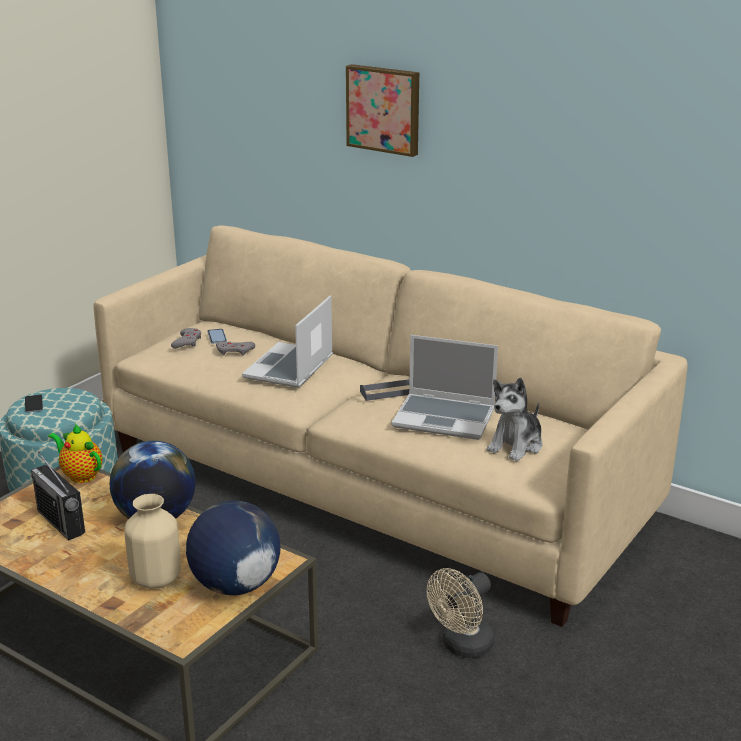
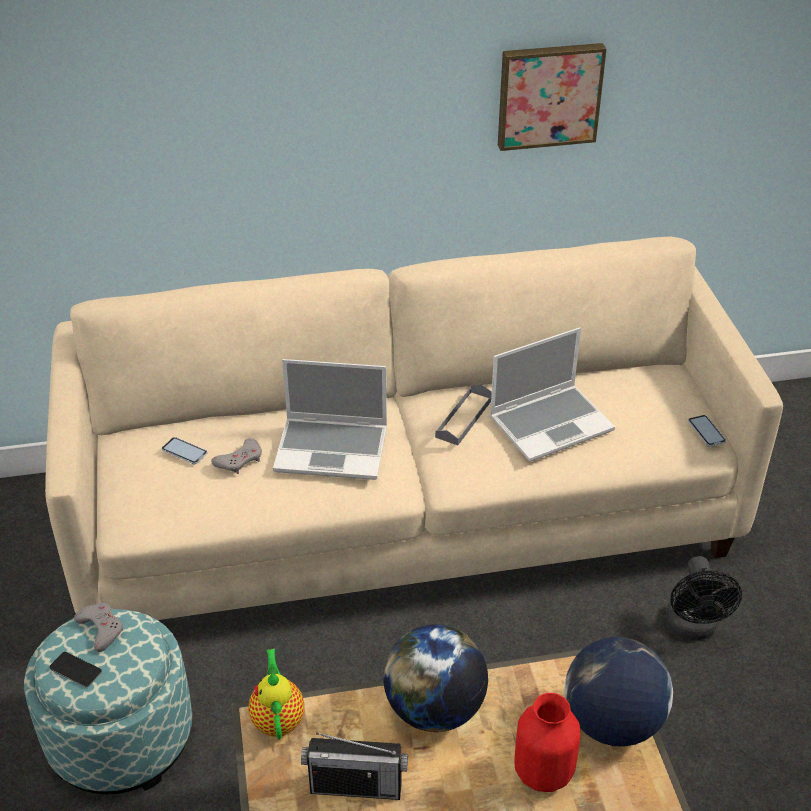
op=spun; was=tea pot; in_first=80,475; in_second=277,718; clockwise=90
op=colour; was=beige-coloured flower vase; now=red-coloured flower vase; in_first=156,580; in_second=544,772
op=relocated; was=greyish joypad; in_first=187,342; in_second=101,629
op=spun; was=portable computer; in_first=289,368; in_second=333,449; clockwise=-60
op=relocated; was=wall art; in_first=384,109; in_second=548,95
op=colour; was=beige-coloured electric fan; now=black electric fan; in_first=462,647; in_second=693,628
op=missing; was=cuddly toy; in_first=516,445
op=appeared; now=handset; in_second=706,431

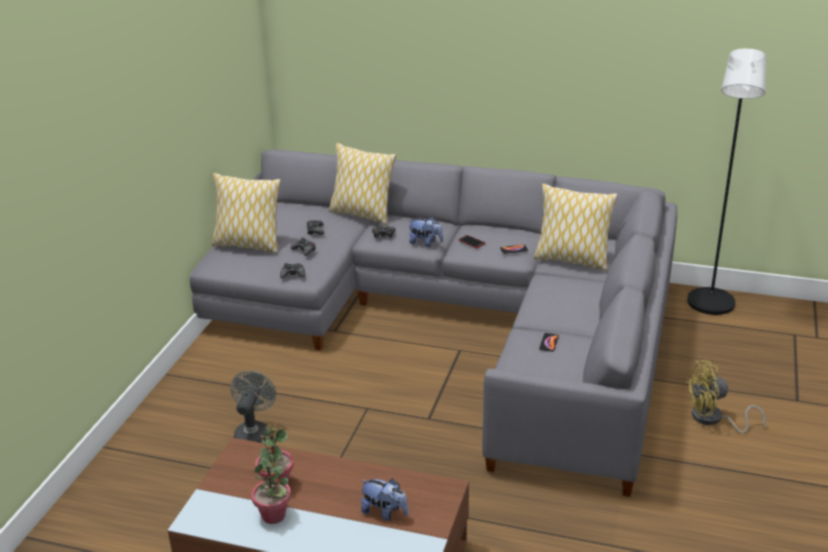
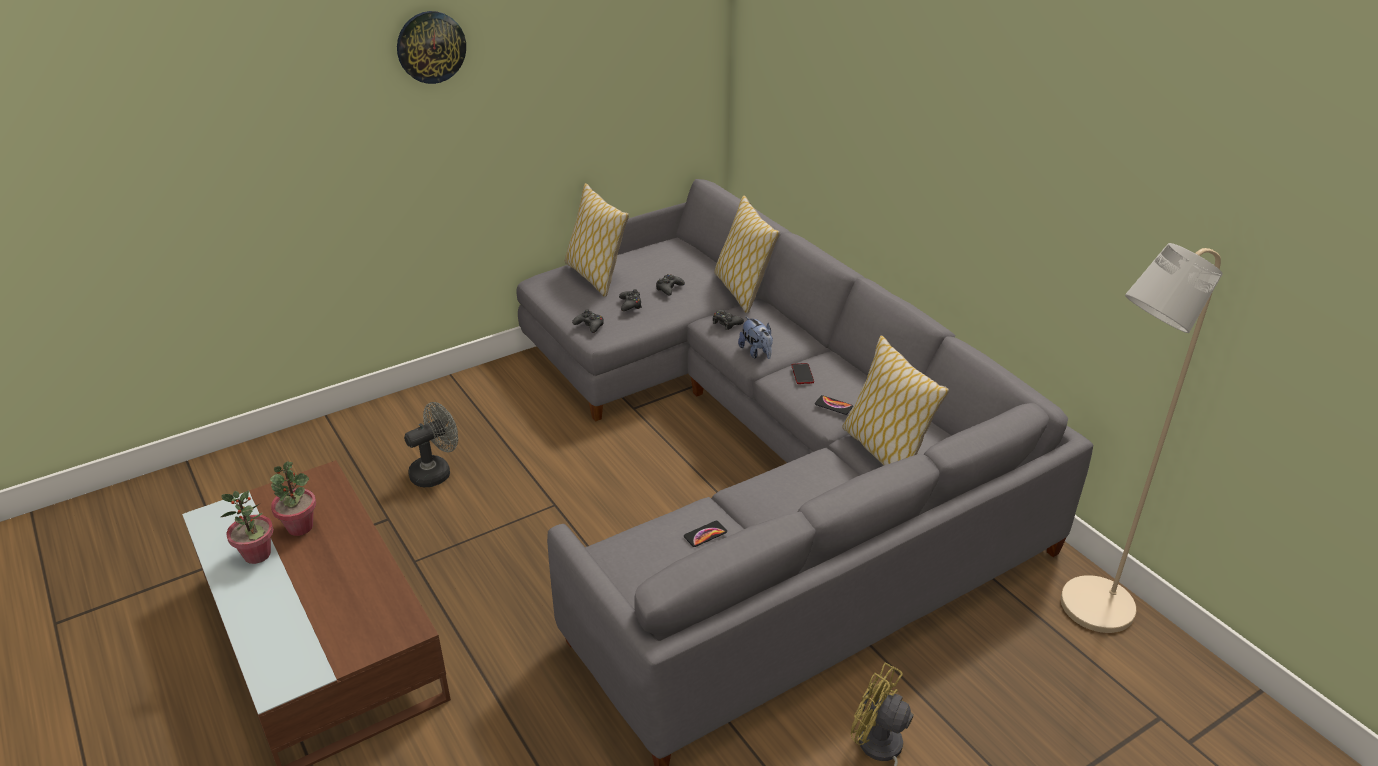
op=missing; was=cuddly toy; in_first=385,512
op=colour; was=black standing lamp; now=beige-coloured standing lamp; in_first=710,307; in_second=1087,611
op=appeared; now=wall clock; in_second=431,47

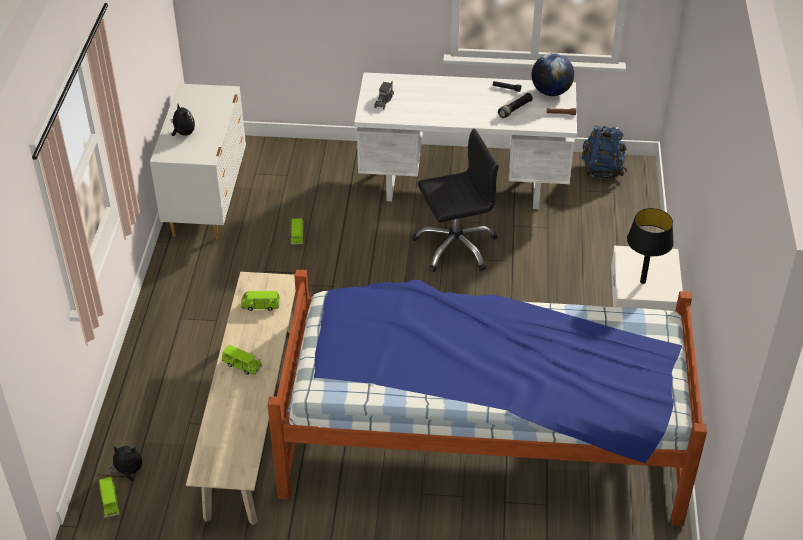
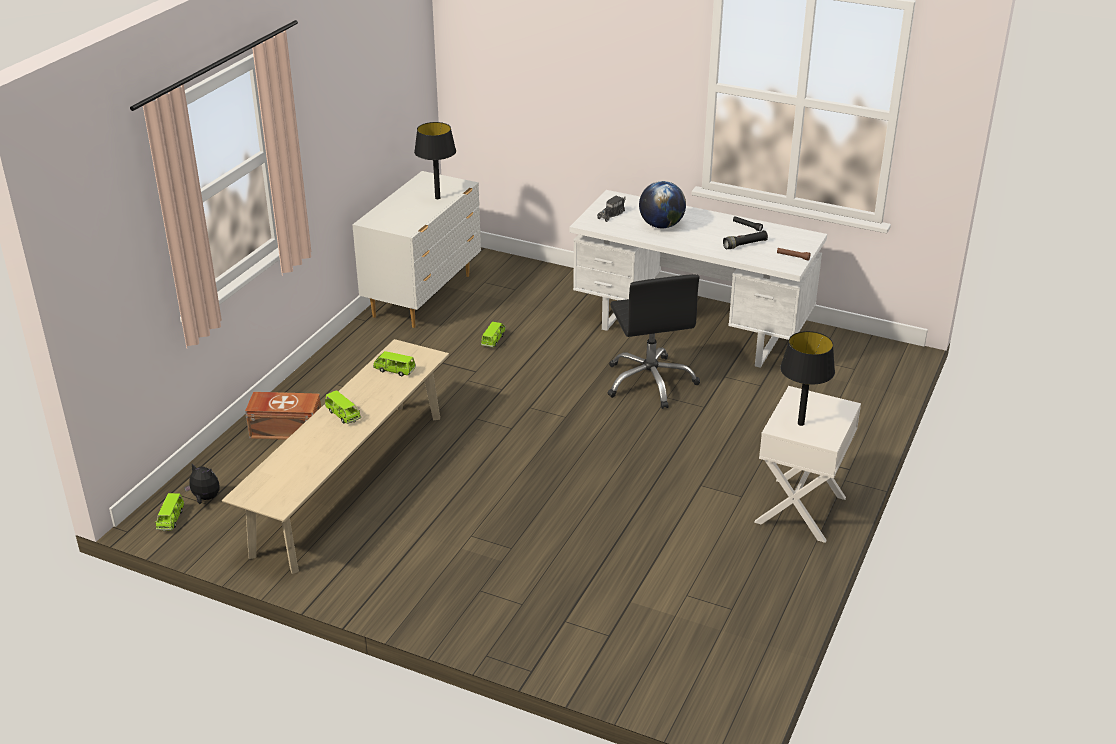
op=missing; was=cuddly toy; in_first=183,133
op=missing; was=bed; in_first=481,438
op=spun; was=black computer chair; in_first=455,246; in_second=650,382; clockwise=75
op=relocated; was=world globe; in_first=551,92; in_second=661,226
op=missing; was=blue rucksack; in_first=602,170
op=appeared; now=brownish storage container; in_second=285,428
op=appeared; now=black lamp for a table; in_second=437,198

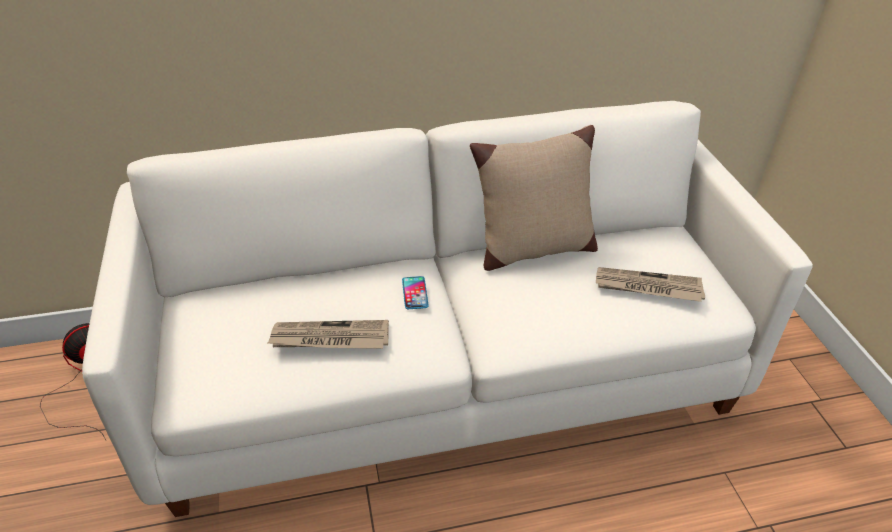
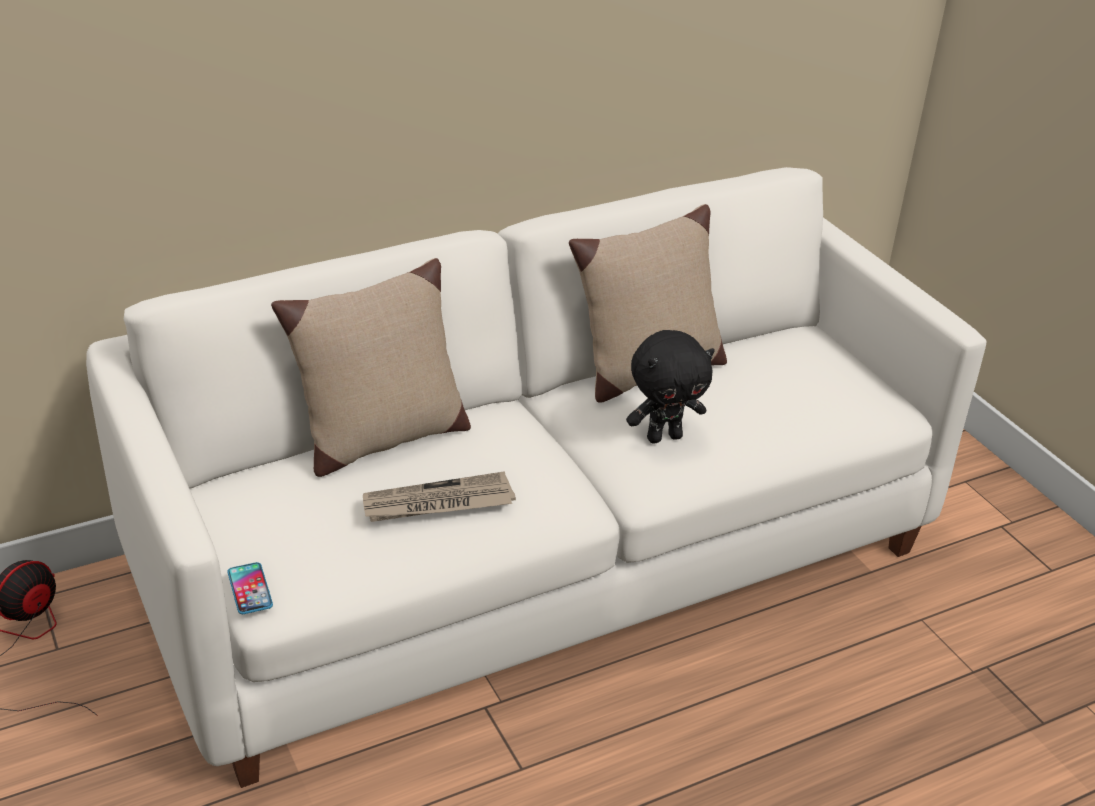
op=relocated; was=handset; in_first=415,293; in_second=250,589
op=missing; was=newspaper; in_first=647,287
op=appeared; now=beige-coloured cushion; in_second=380,439
op=appeared; now=black cuddly toy; in_second=664,437

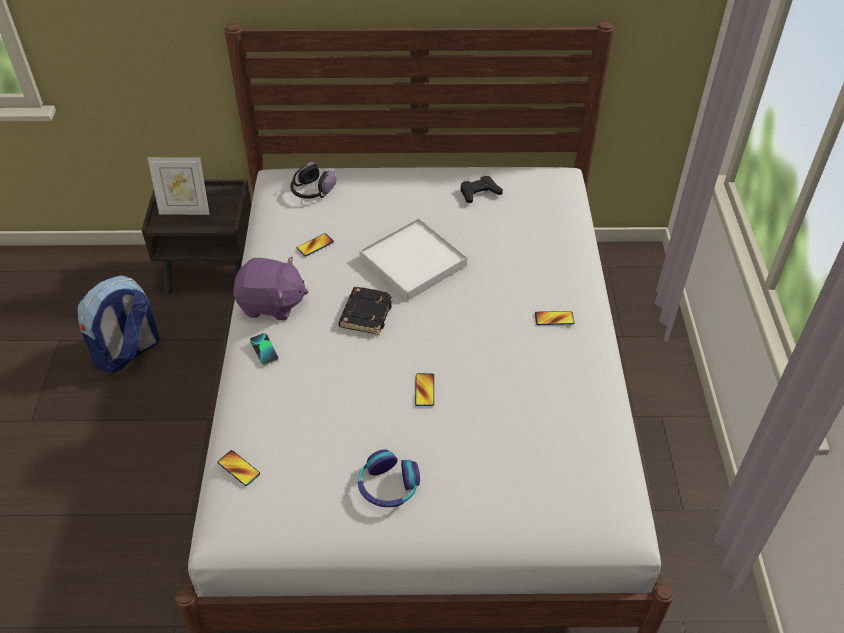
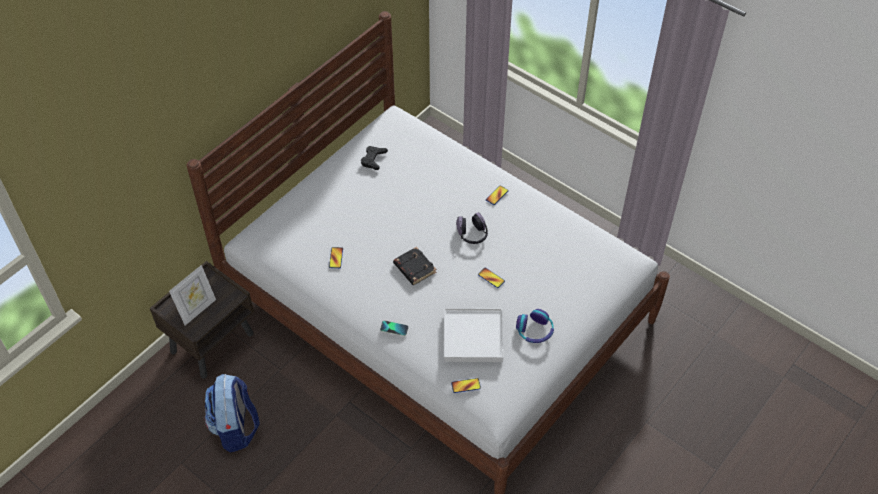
op=missing; was=purplish cuddly toy; in_first=271,304
op=relocated; was=headset; in_first=312,191; in_second=472,234
op=relocated; was=white-coloured tray; in_first=413,262; in_second=473,337

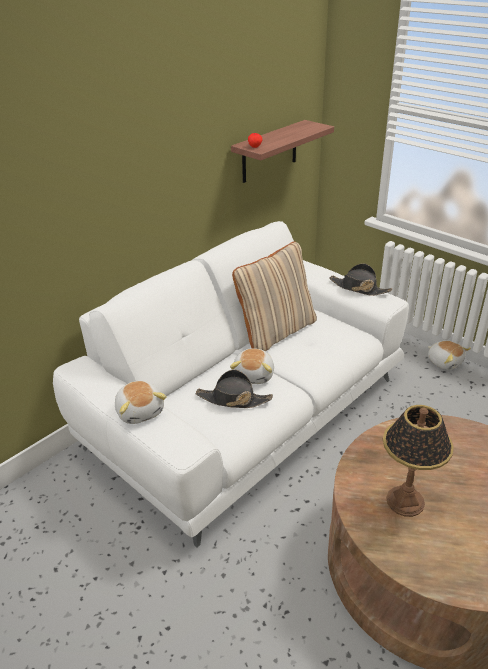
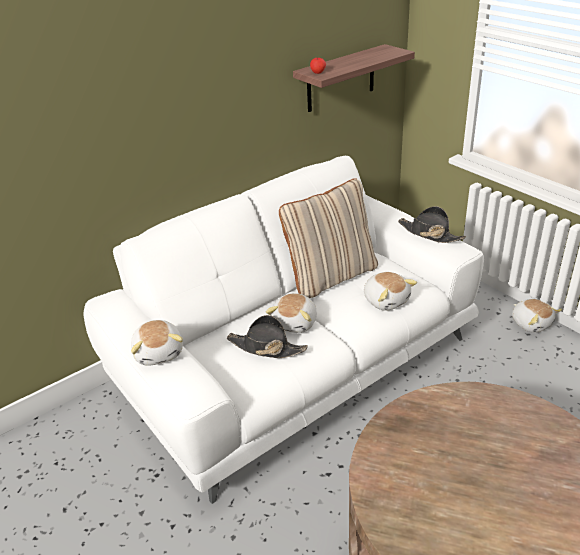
op=missing; was=lamp for a table; in_first=405,501
op=appeared; now=cuddly toy; in_second=386,300

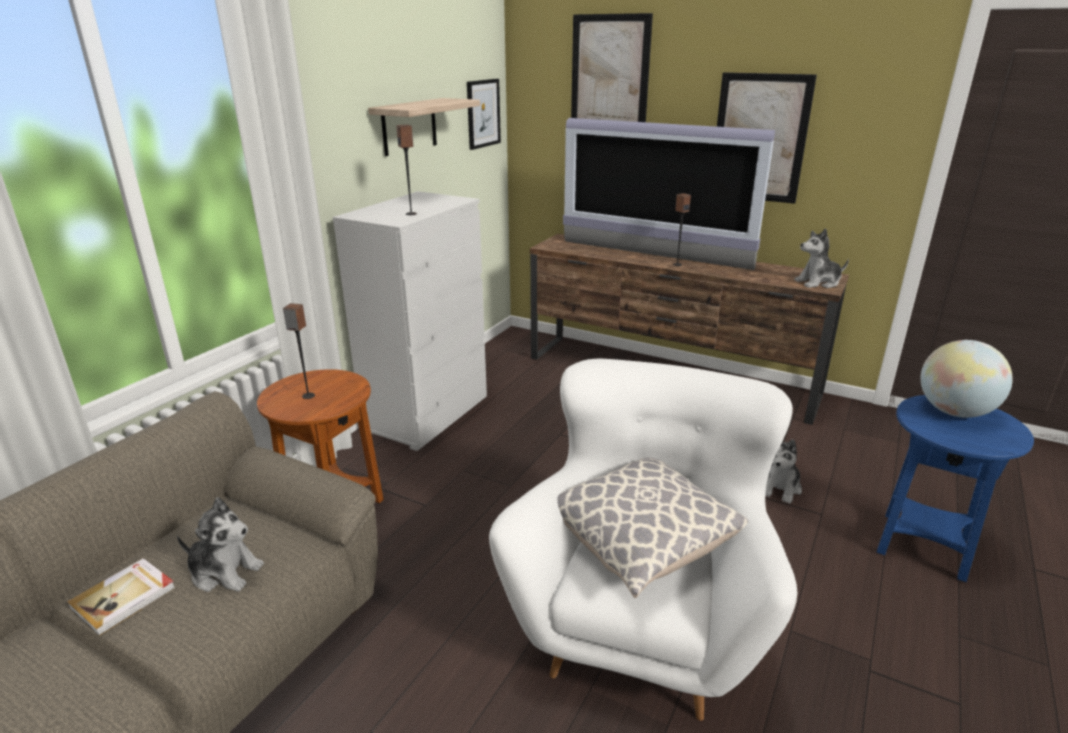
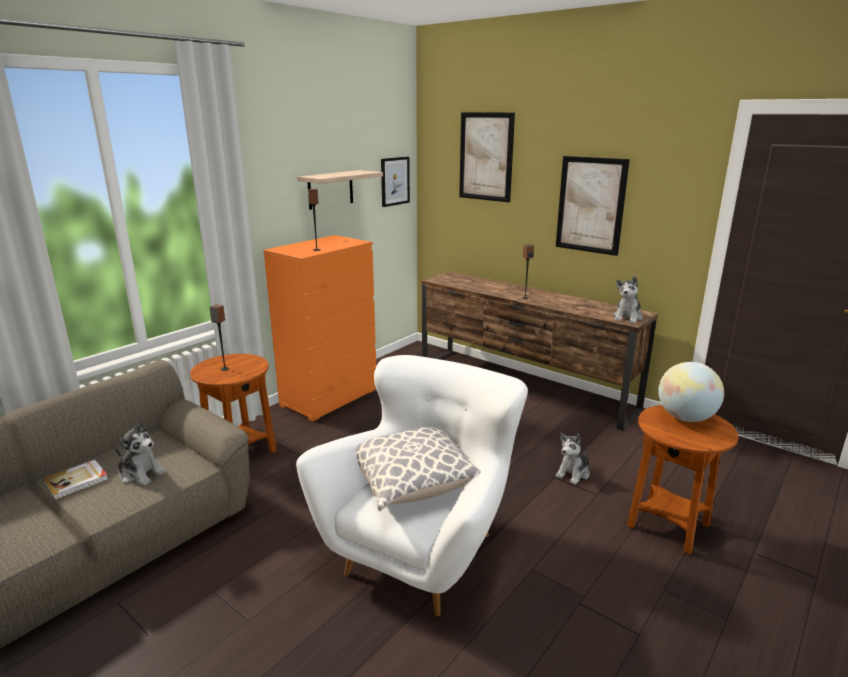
op=colour; was=white-coloured drawer chest; now=orange-coloured drawer chest; in_first=427,415; in_second=330,398
op=missing; was=television; in_first=653,255
op=spun; was=cuddly toy; in_first=818,283; in_second=627,317; clockwise=-60
op=colour; was=blue side table; now=brownish side table; in_first=923,546; in_second=668,526

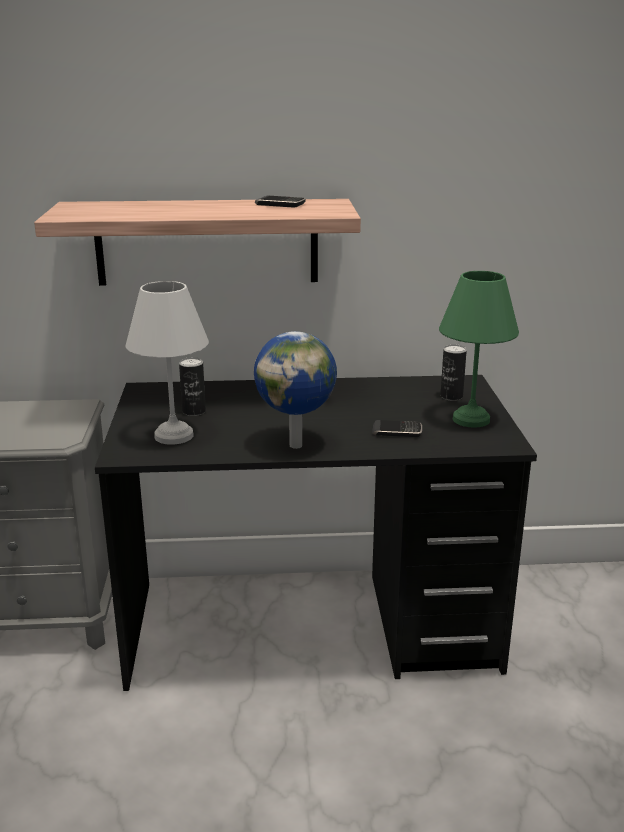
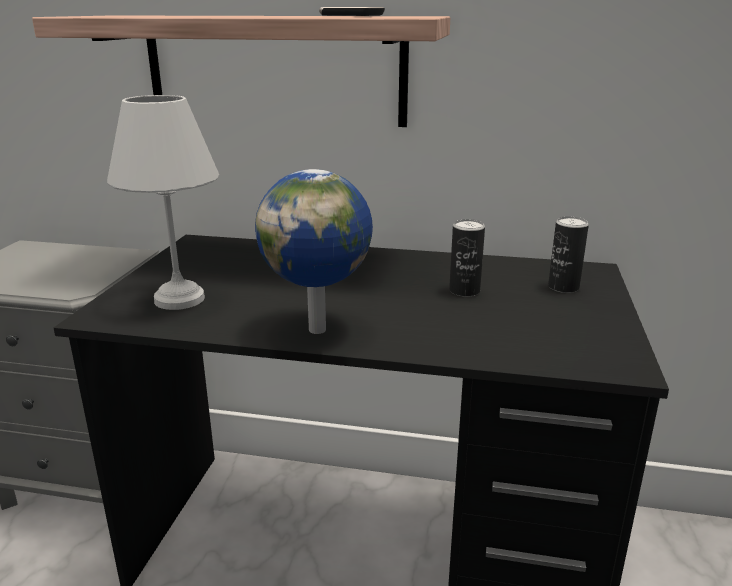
op=relocated; was=sealed can; in_first=194,411; in_second=464,291
op=missing; was=handset; in_first=397,431
op=missing; was=green-coloured lamp for a table; in_first=472,419

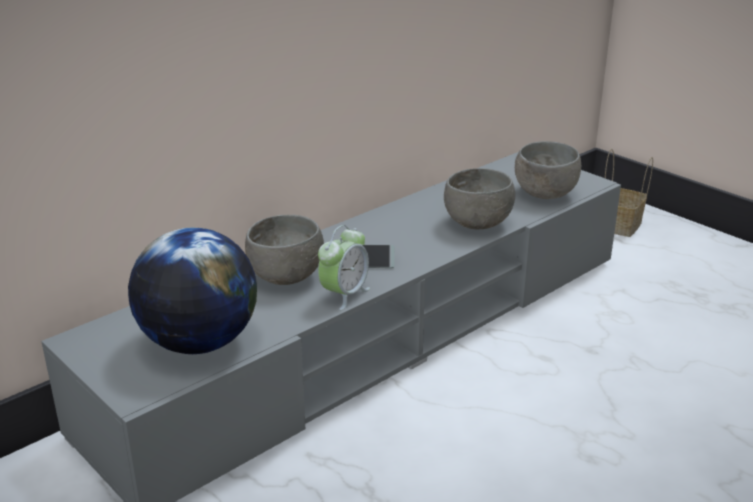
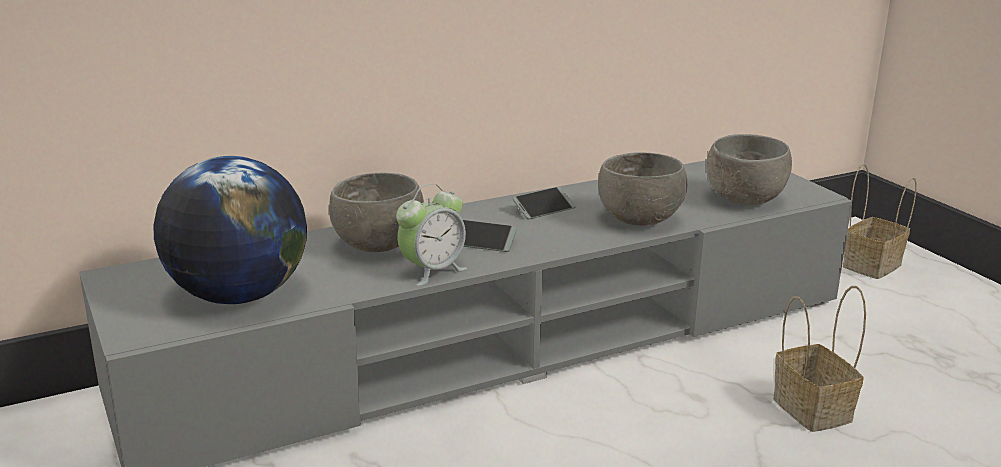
op=appeared; now=handset; in_second=544,209
op=appeared; now=household basket; in_second=809,408

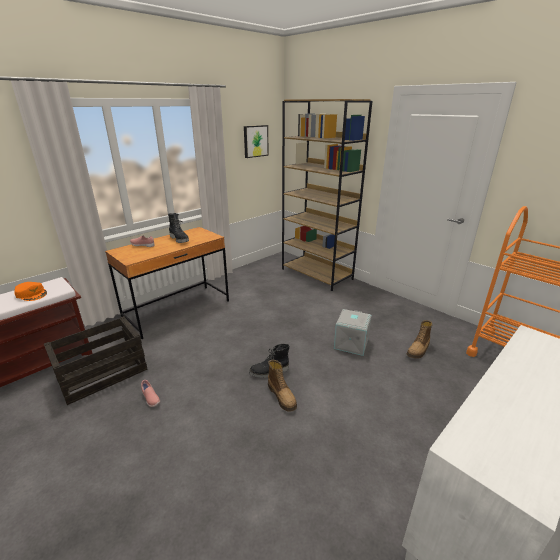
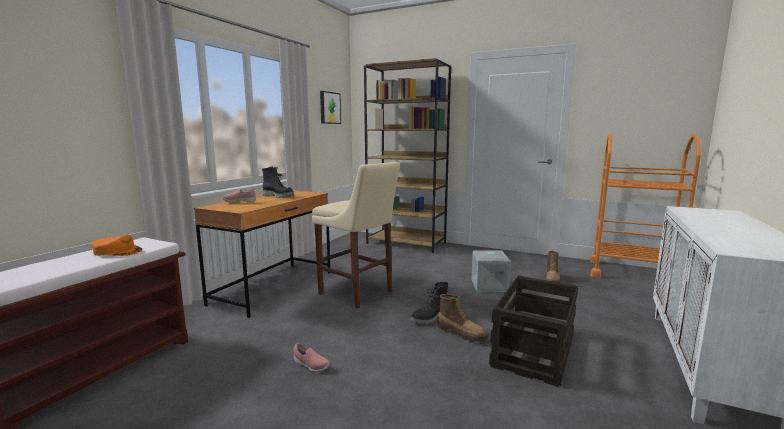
op=relocated; was=shipping crate; in_first=102,374; in_second=534,351
op=appeared; now=beige-coloured stool; in_second=358,294

